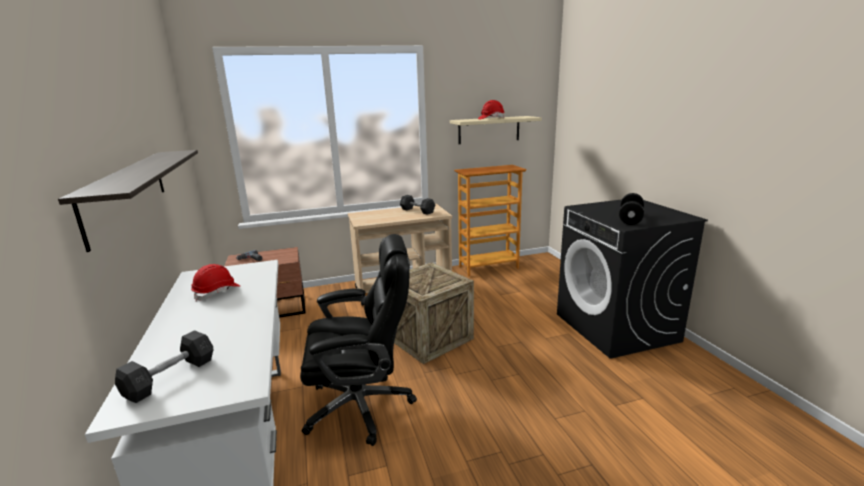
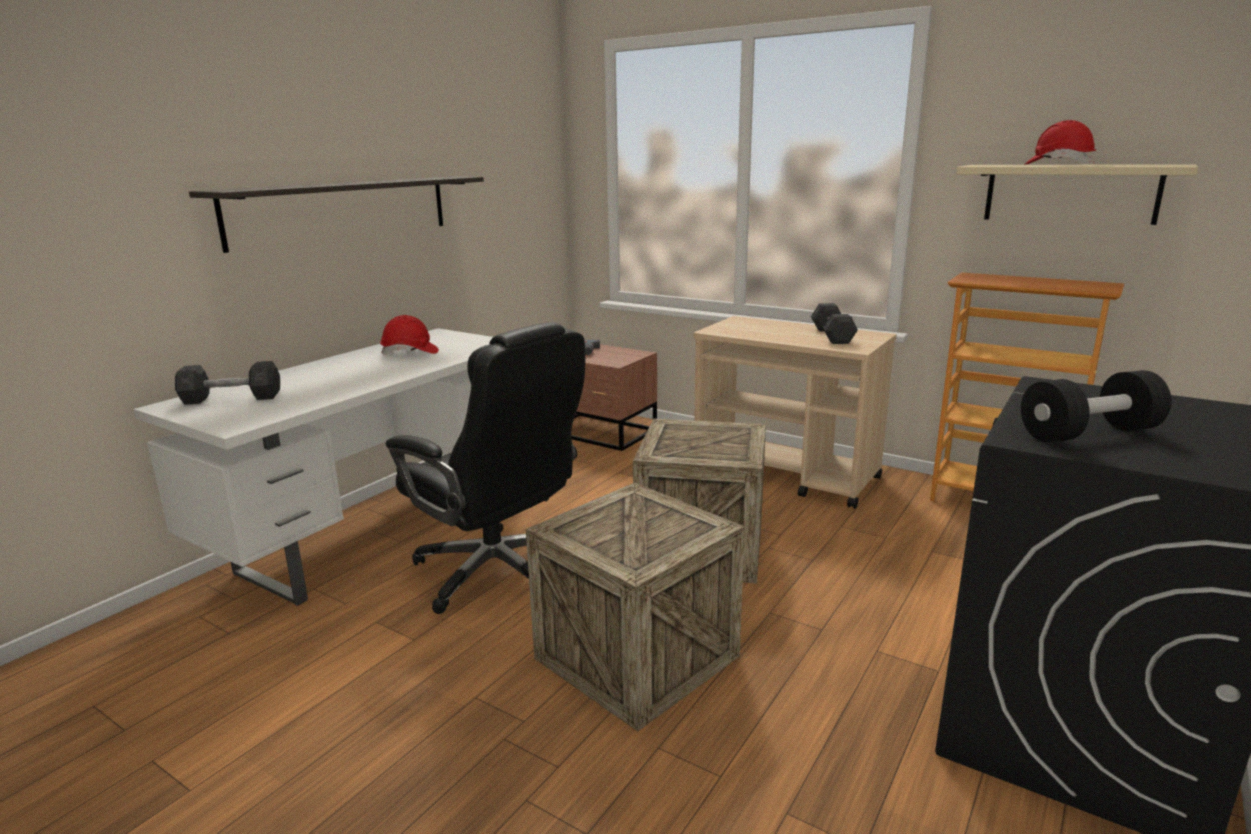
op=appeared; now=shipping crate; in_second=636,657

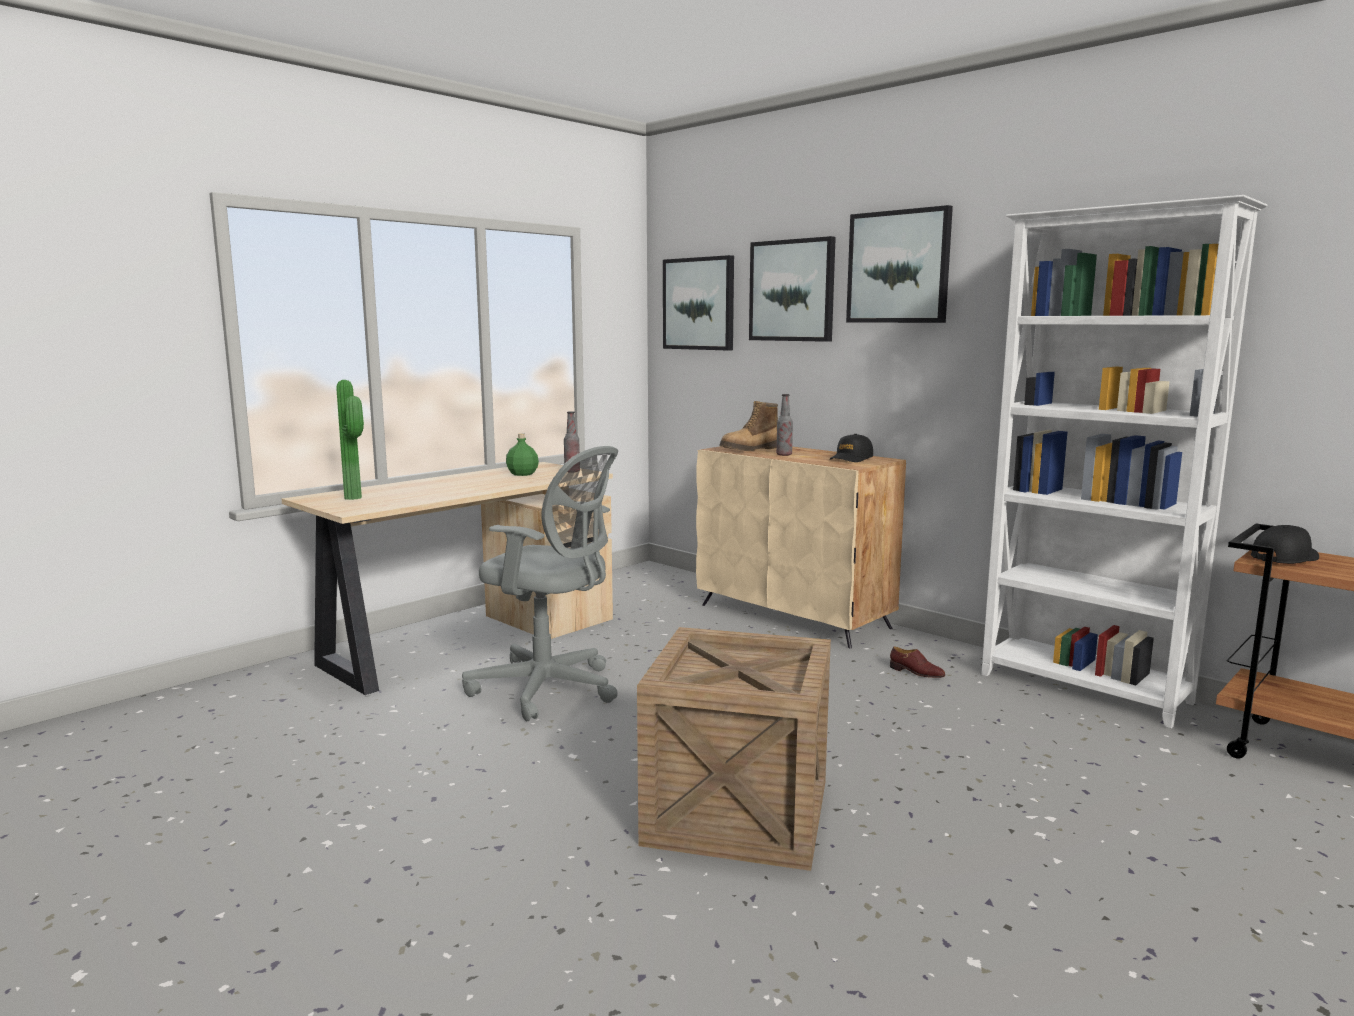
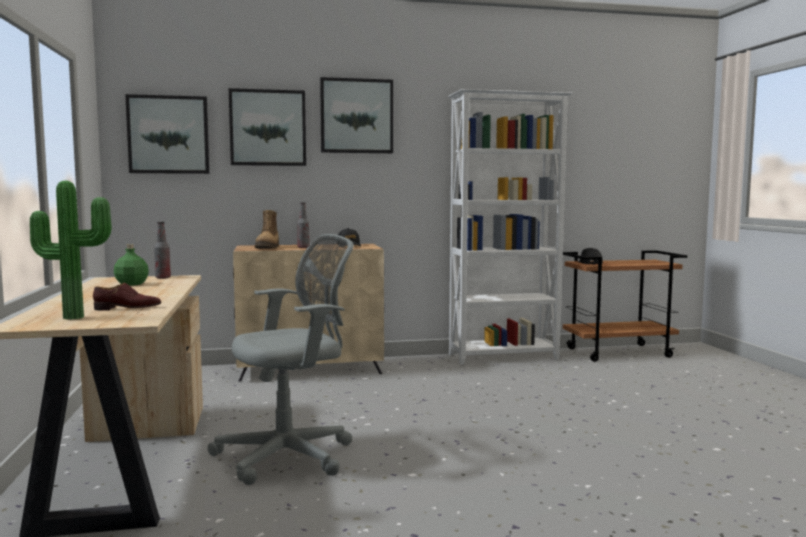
op=missing; was=shipping crate; in_first=737,812
op=relocated; was=brownish shoe; in_first=916,672; in_second=127,308

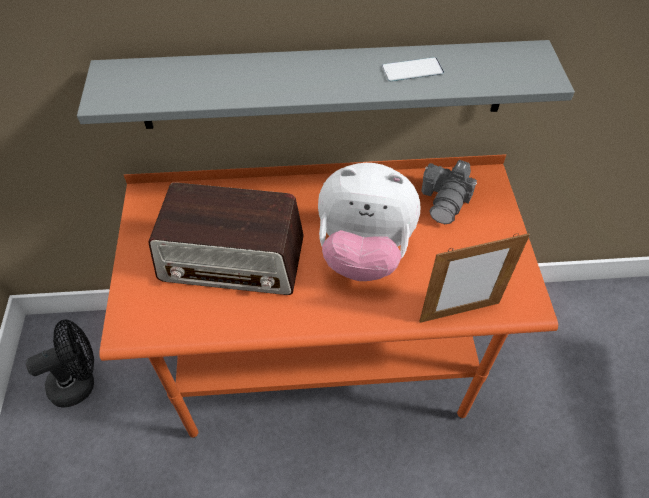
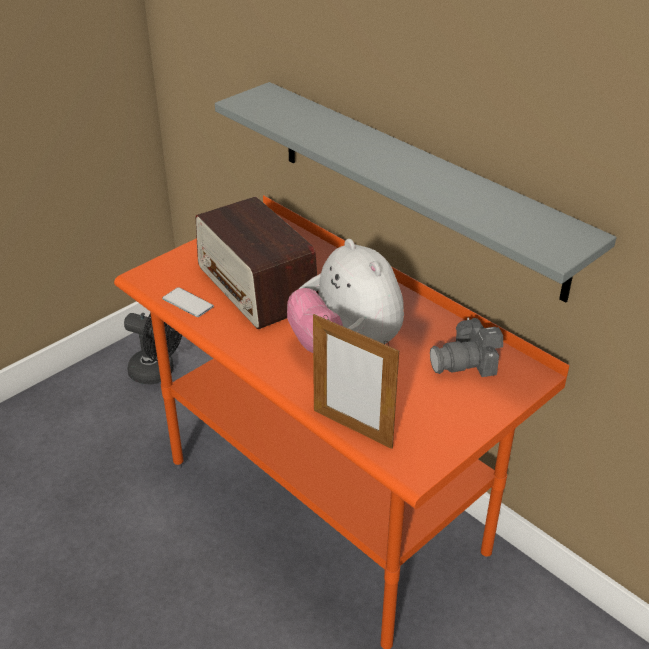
op=relocated; was=handset; in_first=412,70; in_second=188,303

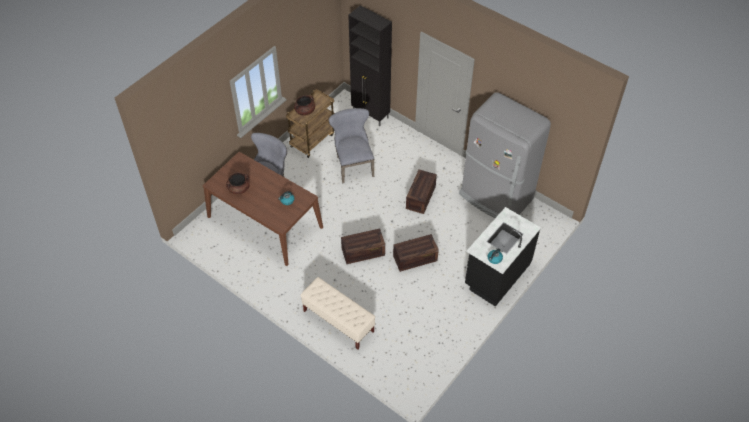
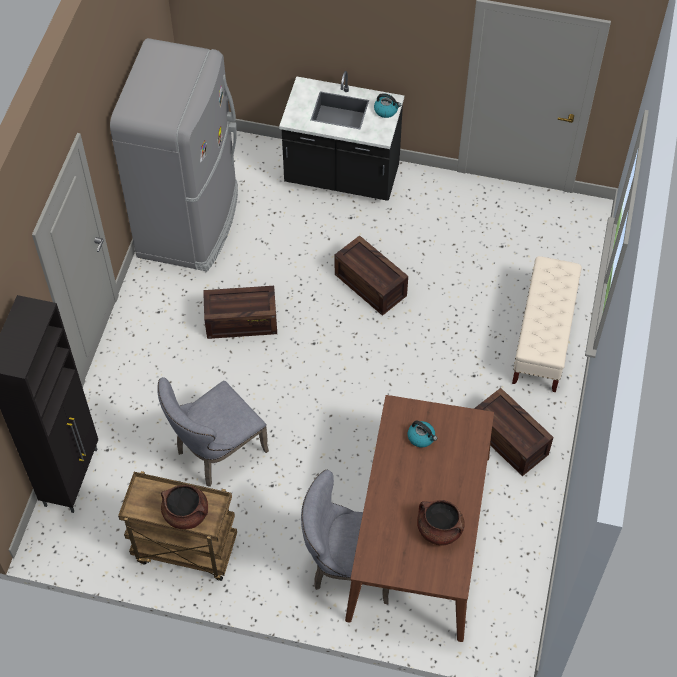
op=relocated; was=shipping crate; in_first=362,252; in_second=511,440

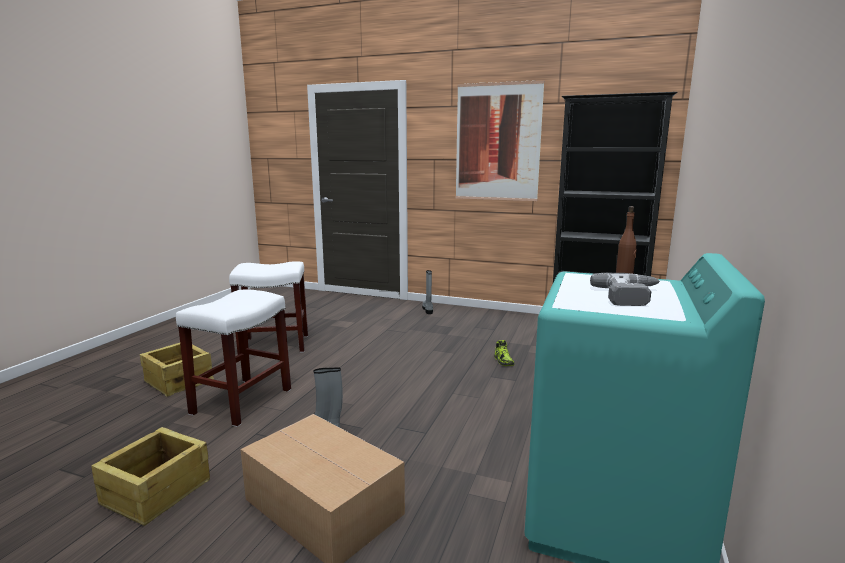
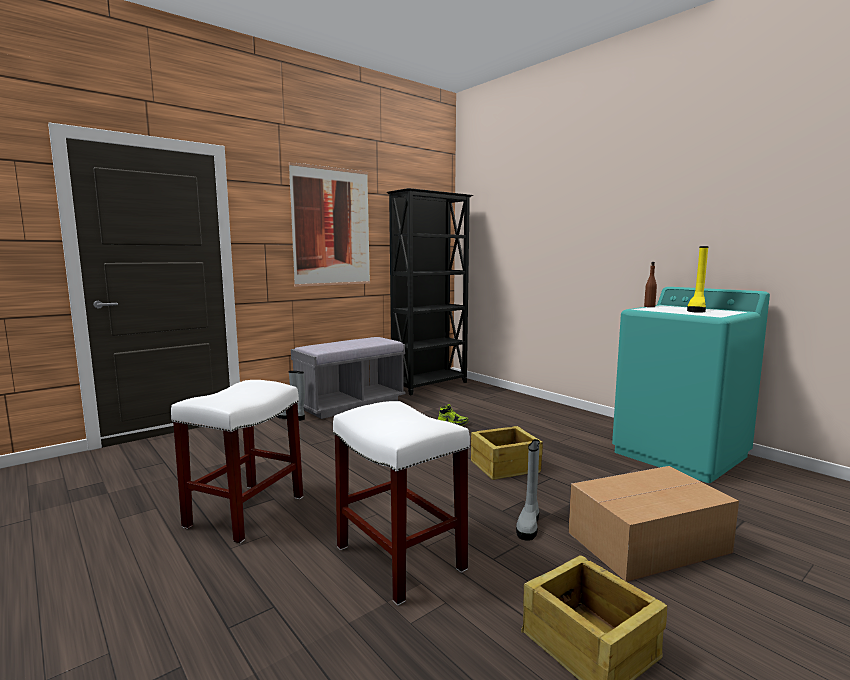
op=relocated; was=shipping crate; in_first=179,380; in_second=504,466
op=exchanged; was=electric drill; now=yellow boot; in_first=632,296; in_second=697,310
op=appeared; now=greyish bench; in_second=350,404

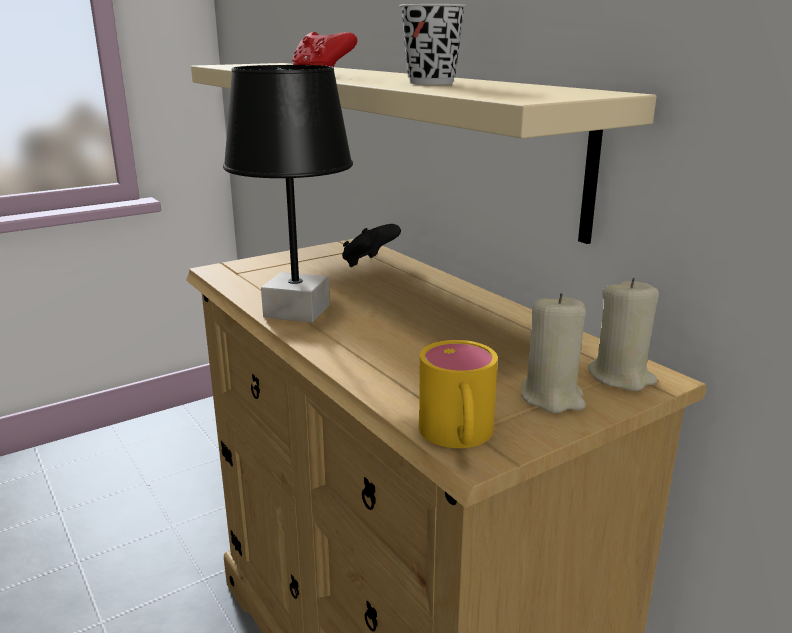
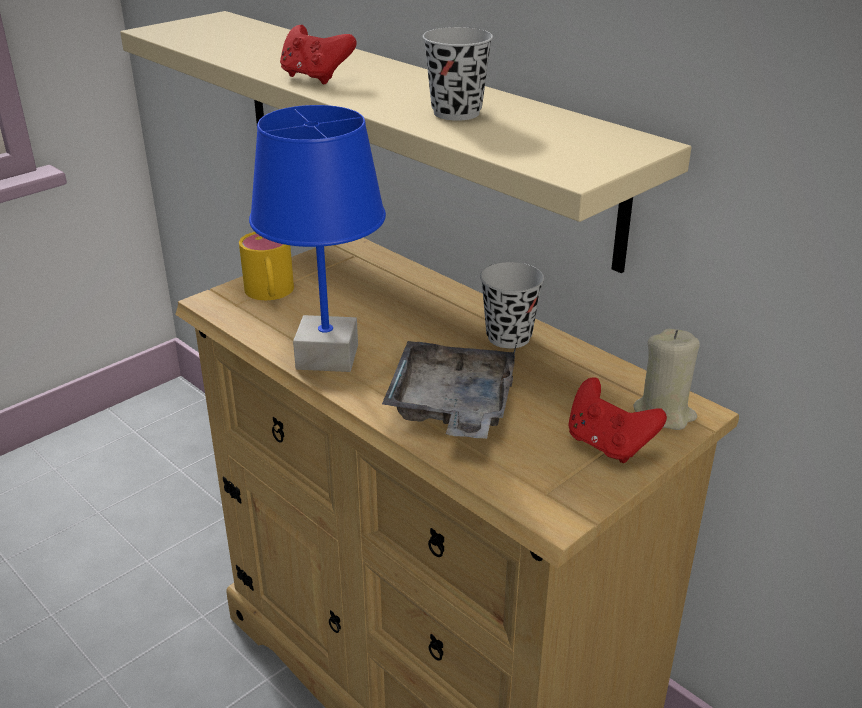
op=colour; was=black lamp for a table; now=blue lamp for a table; in_first=295,311; in_second=326,357
op=missing; was=black joypad; in_first=369,263
op=relocated; was=yellow coffee mug; in_first=458,437; in_second=270,294
op=exchanged; was=beige-coloured candle; now=red-coloured joypad; in_first=552,397; in_second=608,445
op=appeared; now=greyish tray; in_second=451,407
op=appeared; now=black cup; in_second=508,337

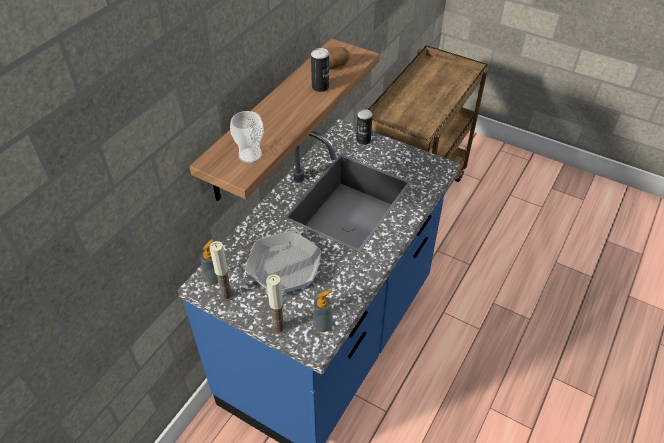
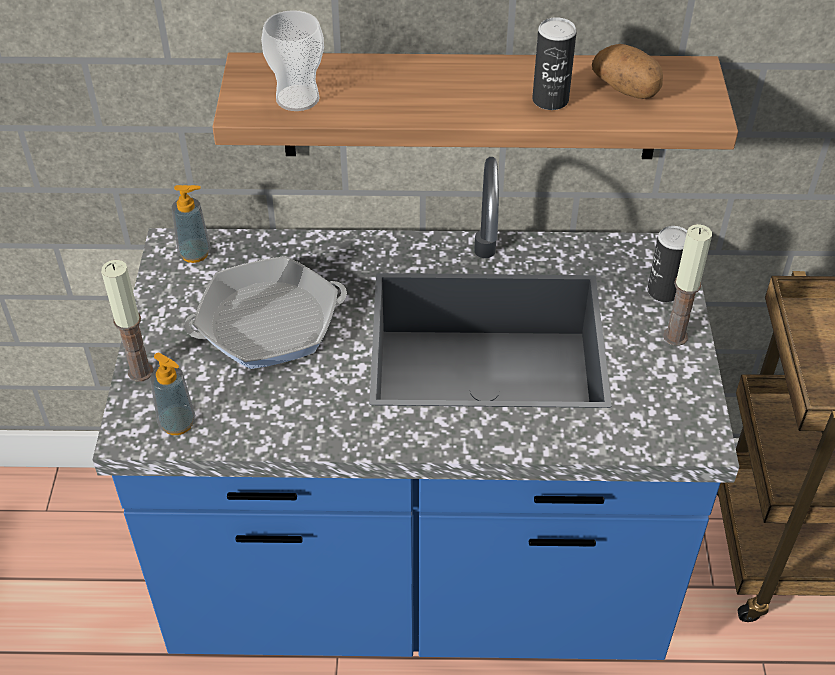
op=relocated; was=candle; in_first=226,295; in_second=675,336

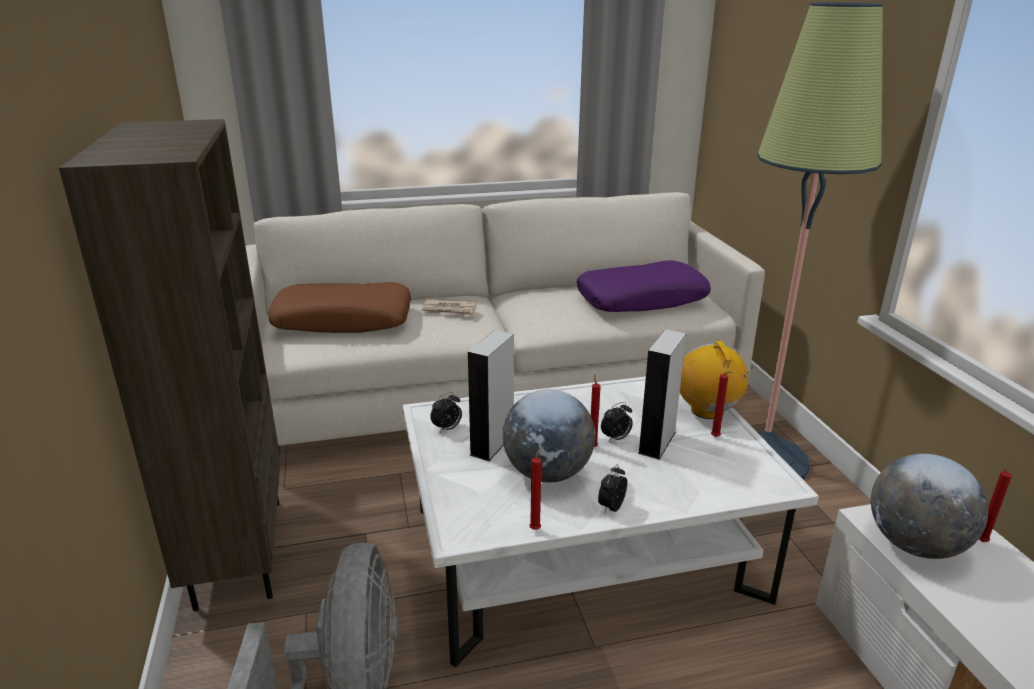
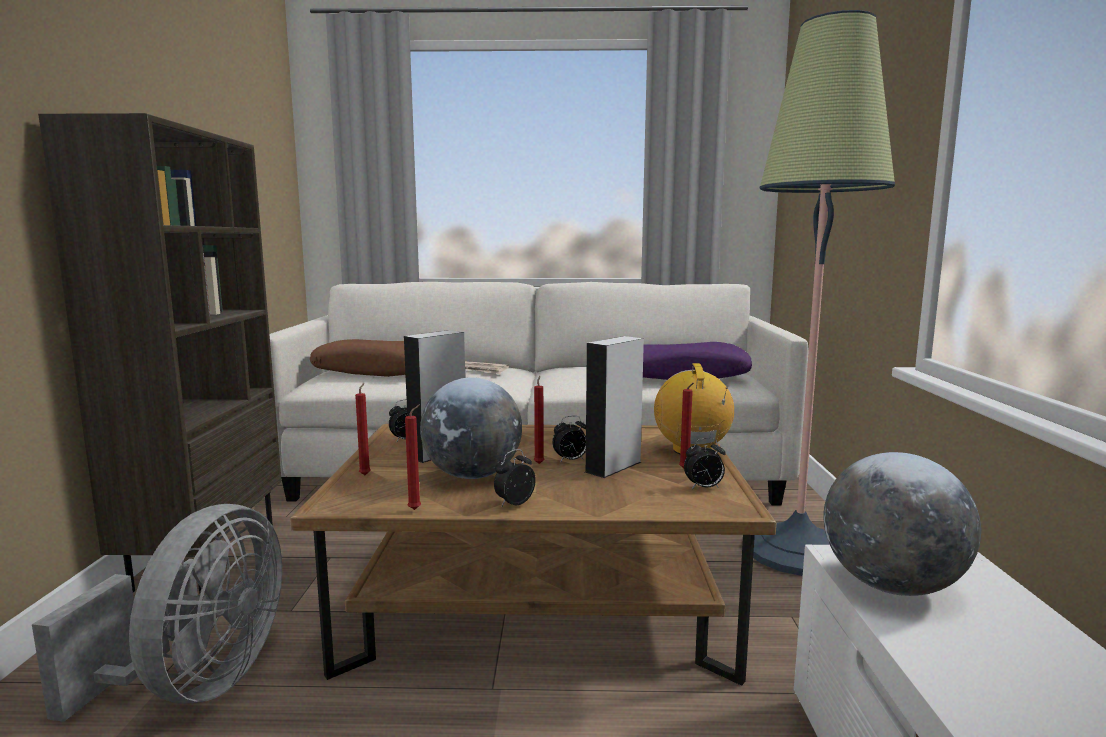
op=colour; was=white-coloured low table; now=brownish low table; in_first=585,553; in_second=539,603
op=relocated; was=red-coloured candle; in_first=980,540; in_second=366,474
op=appeared; now=alarm clock; in_second=704,488

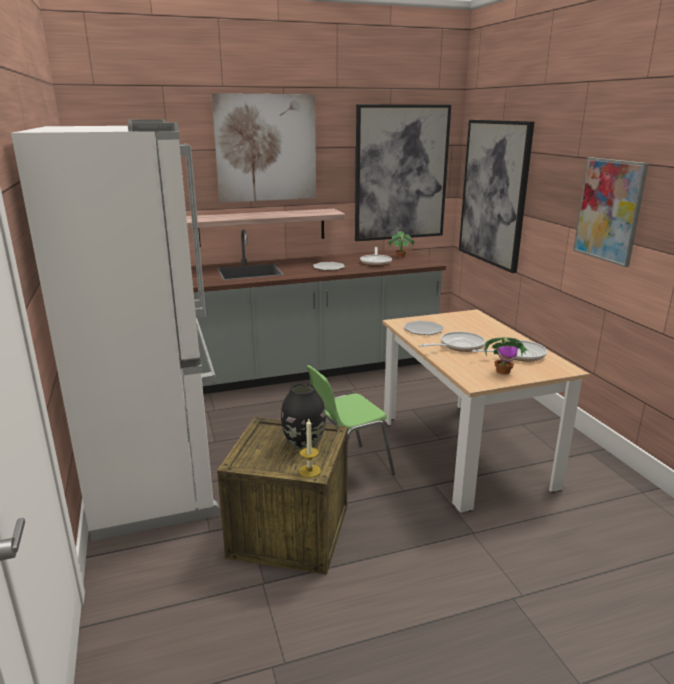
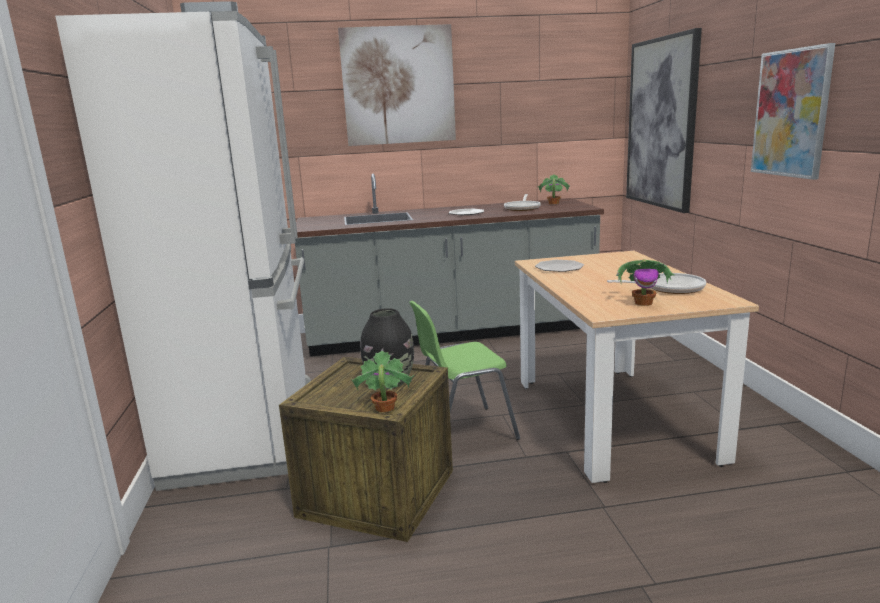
op=missing; was=wall shelf; in_first=262,227
op=exchanged; was=candle; now=potted plant; in_first=309,471; in_second=384,408
op=missing; was=wall art; in_first=401,173
op=missing; was=skillet; in_first=458,346

